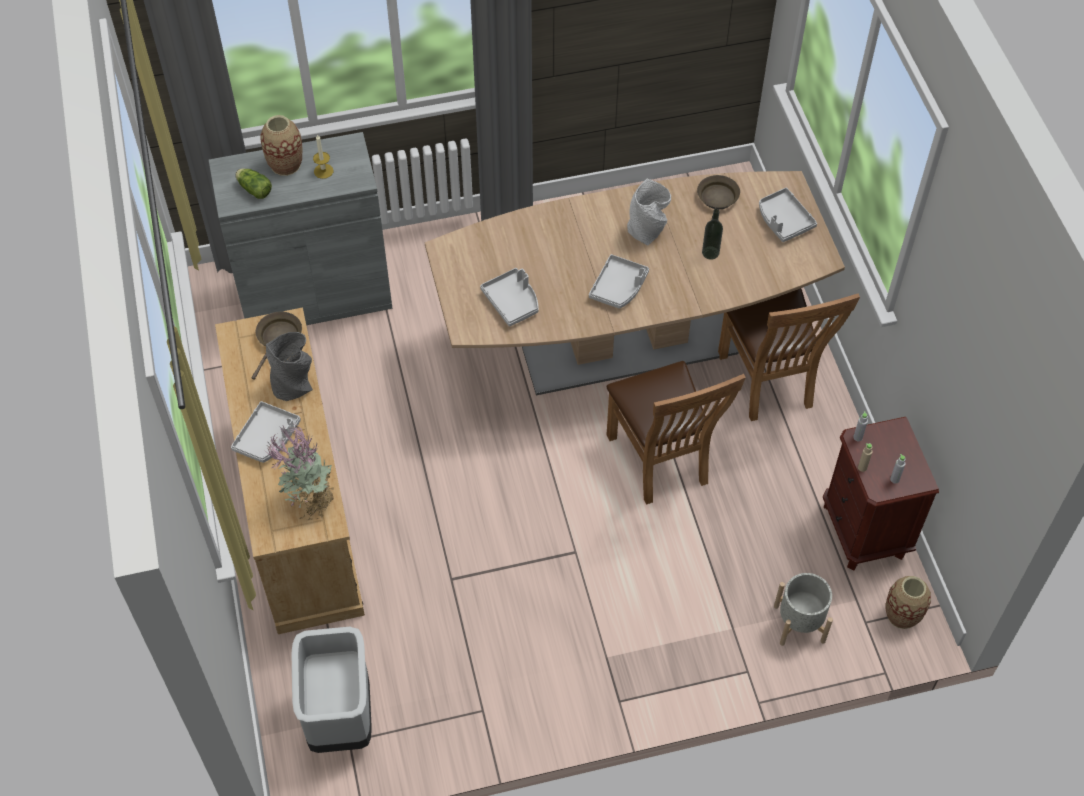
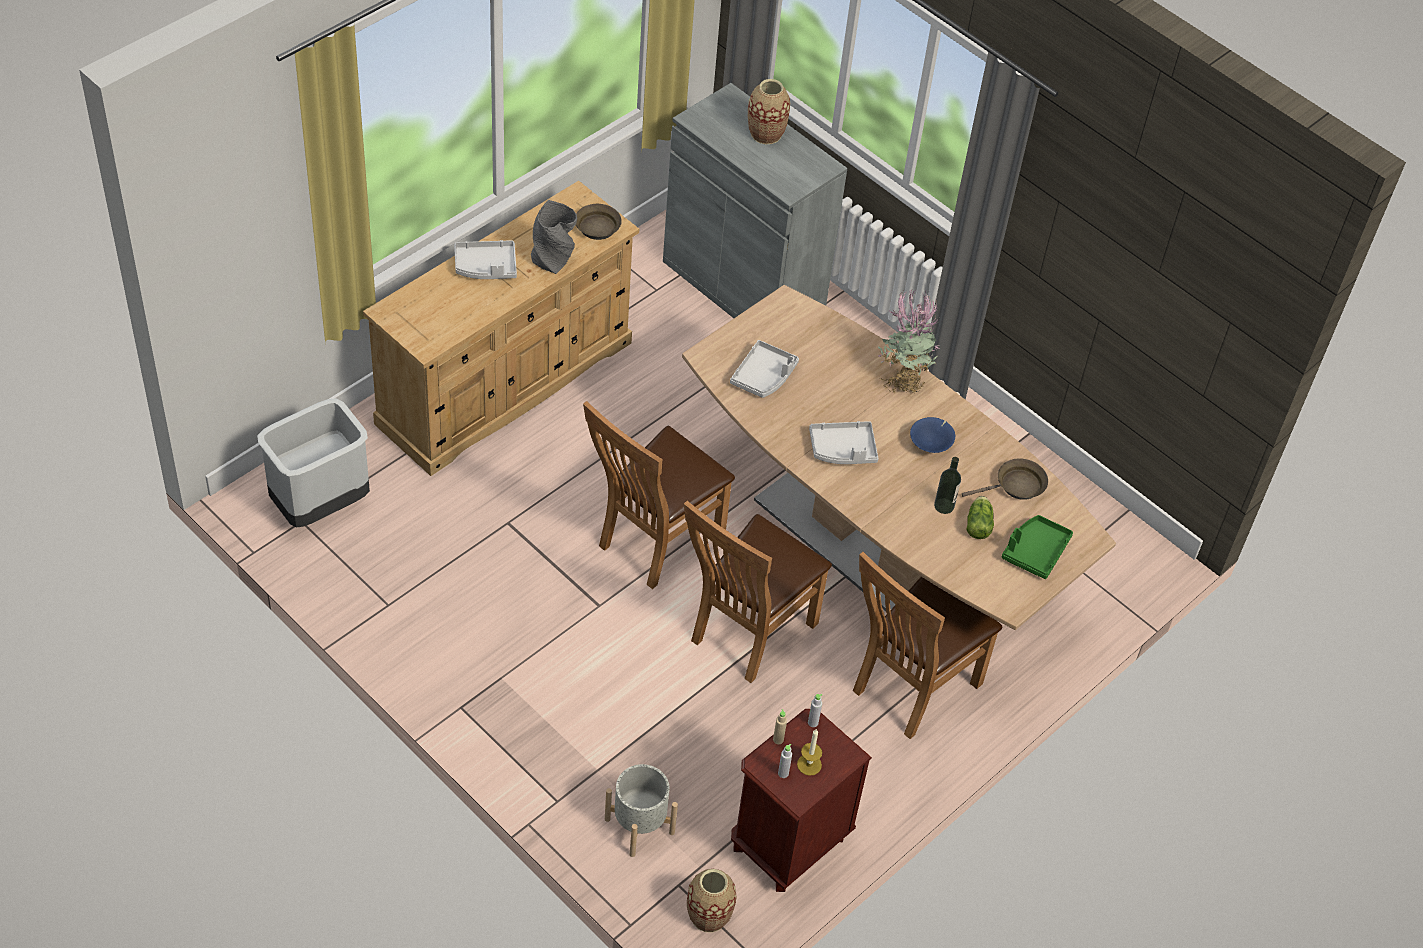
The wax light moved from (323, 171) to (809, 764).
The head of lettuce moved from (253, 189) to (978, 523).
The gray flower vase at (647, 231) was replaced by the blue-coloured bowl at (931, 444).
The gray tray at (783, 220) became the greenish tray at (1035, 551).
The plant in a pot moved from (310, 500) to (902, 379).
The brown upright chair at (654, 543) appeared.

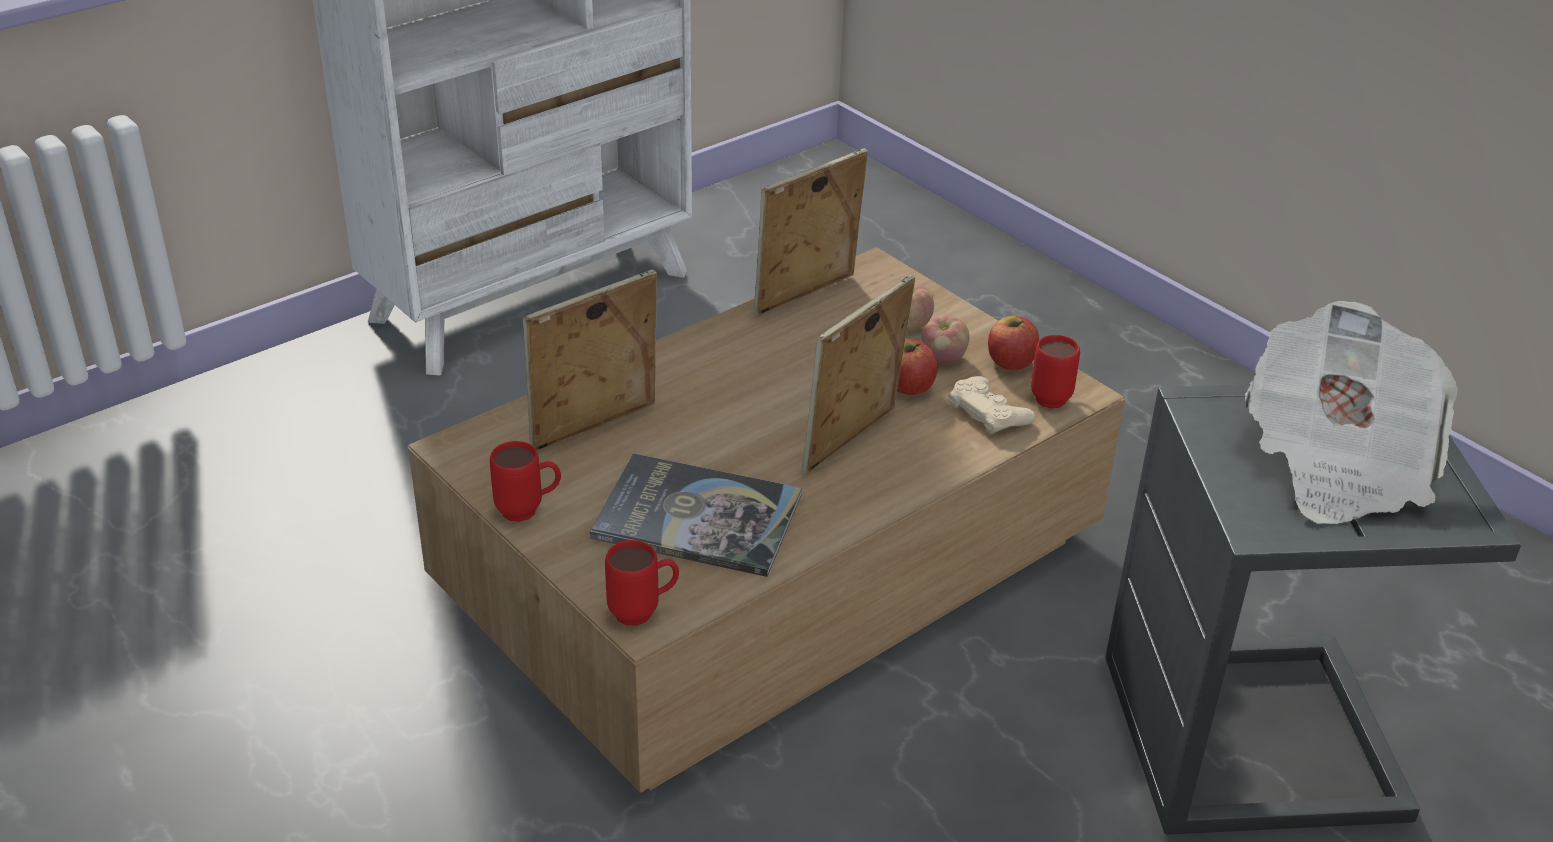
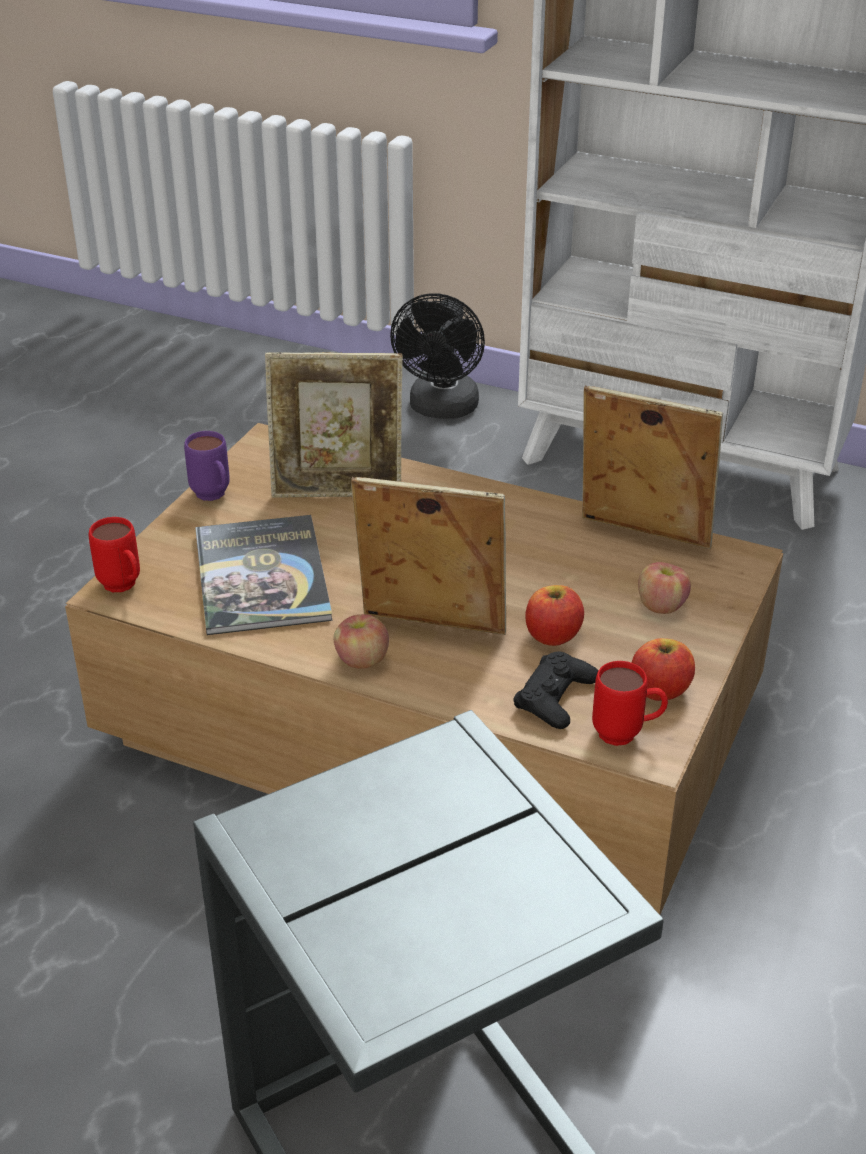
The picture frame at (595, 431) turned 150 degrees clockwise.
The newspaper at (1336, 461) disappeared.
The apple moved from (943, 358) to (361, 660).
The beige-coloured joypad at (989, 412) became the blackish joypad at (555, 697).
The reddish mug at (529, 511) became the purple mug at (214, 497).
The blackish electric fan at (442, 409) appeared.

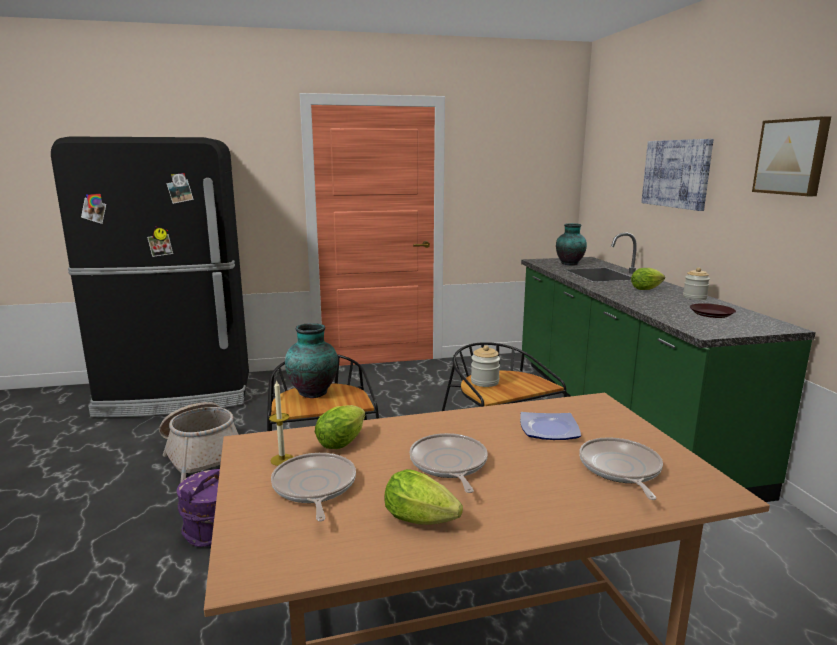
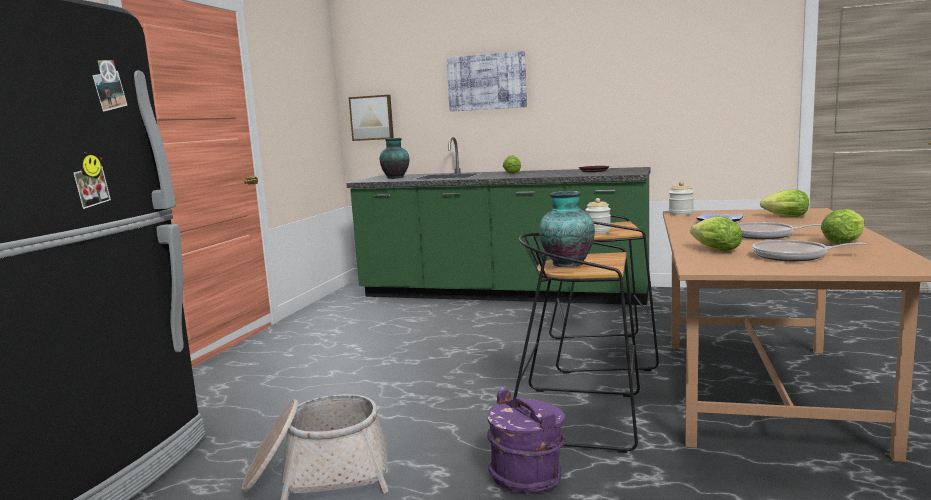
The wall picture moved from (792, 157) to (372, 118).
The jar moved from (694, 297) to (681, 213).
The wax light at (282, 460) disappeared.
The pan at (620, 469) was replaced by the head of lettuce at (783, 217).

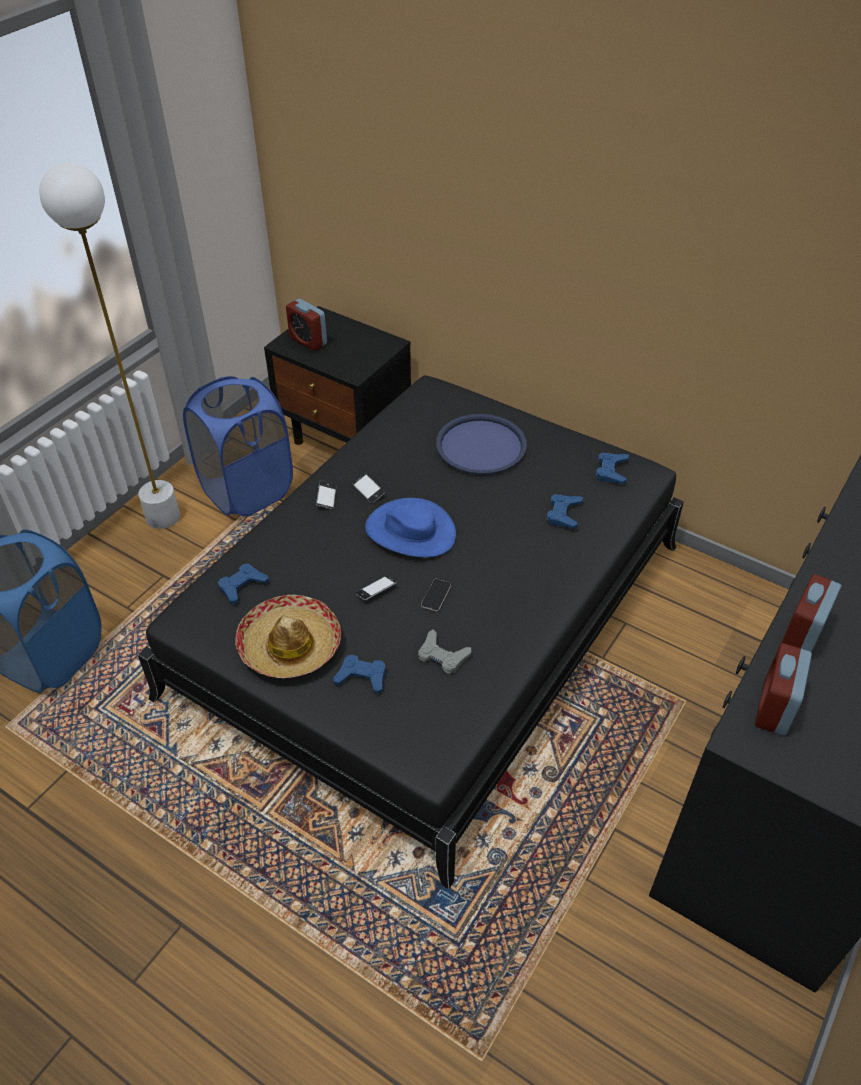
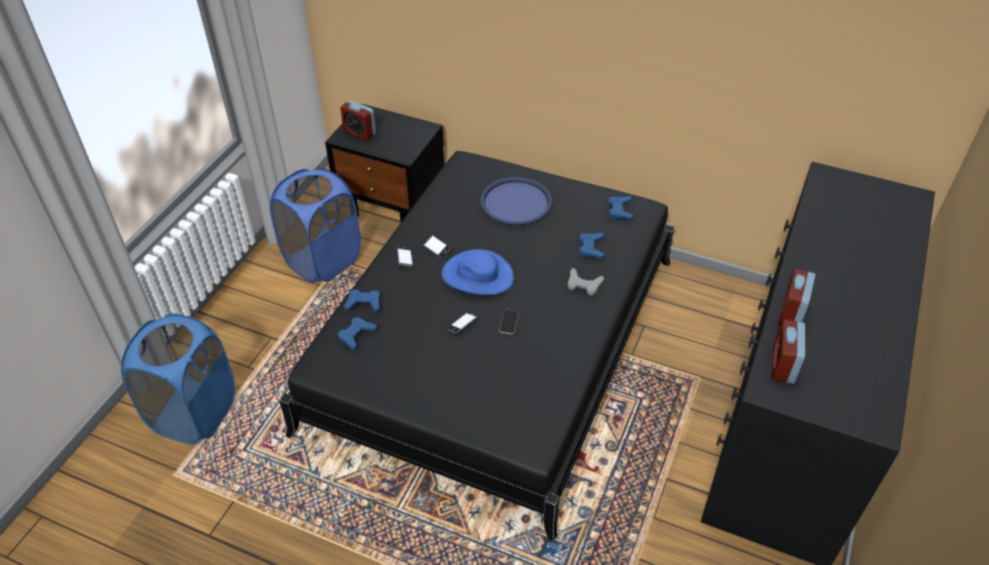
The white-coloured floor lamp at (163, 517) disappeared.
The clothing hat at (289, 645) disappeared.
The gray joypad moved from (442, 656) to (583, 285).
The blue-coloured joypad moved from (362, 677) to (363, 303).

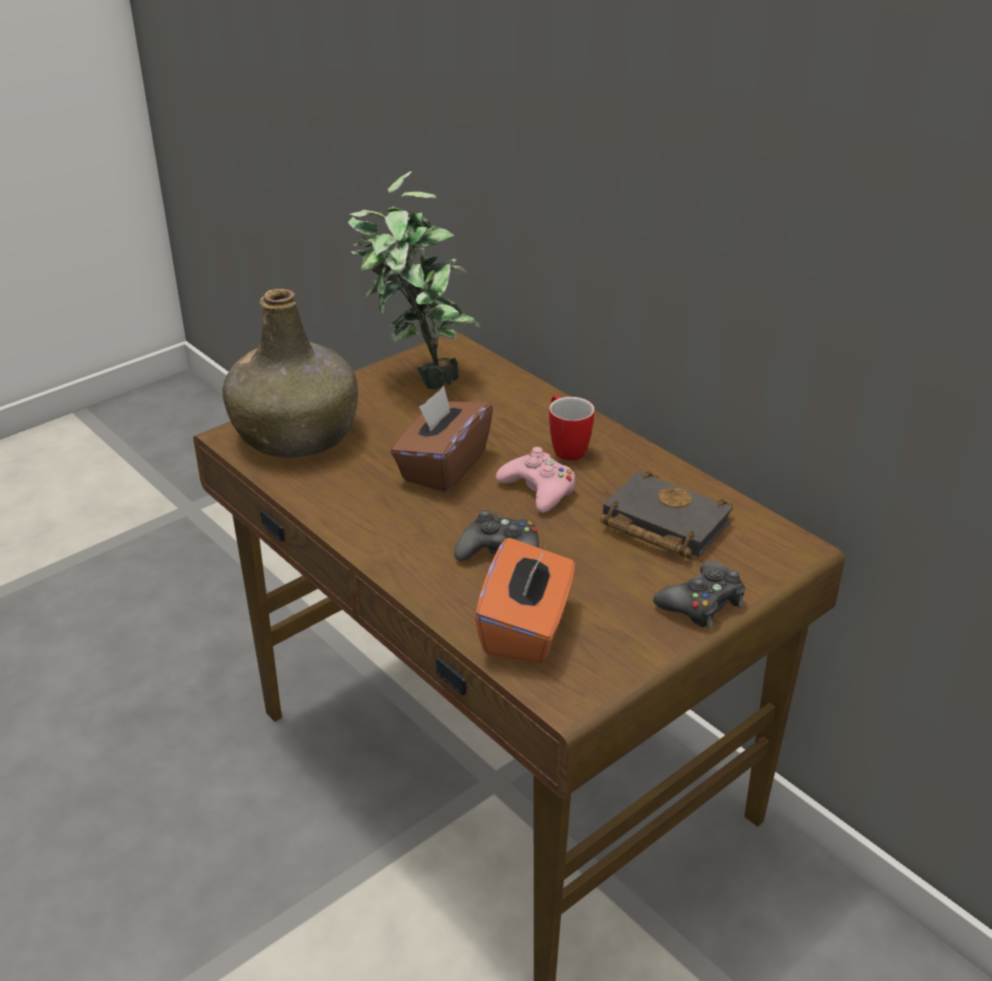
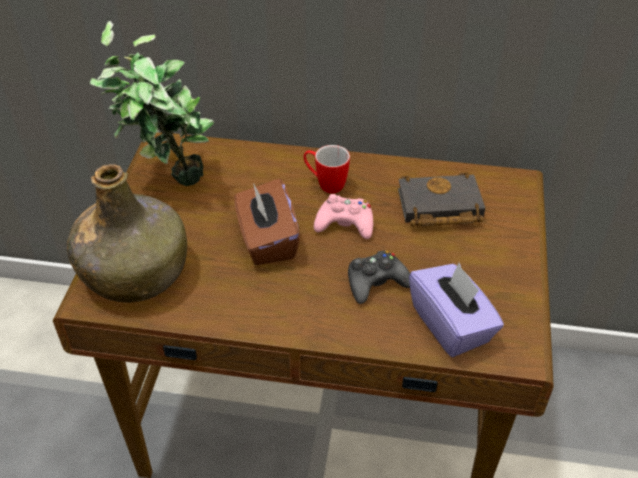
The orange-coloured tissue holder at (526, 629) became the purple tissue holder at (451, 325).
The blackish joypad at (702, 603) disappeared.

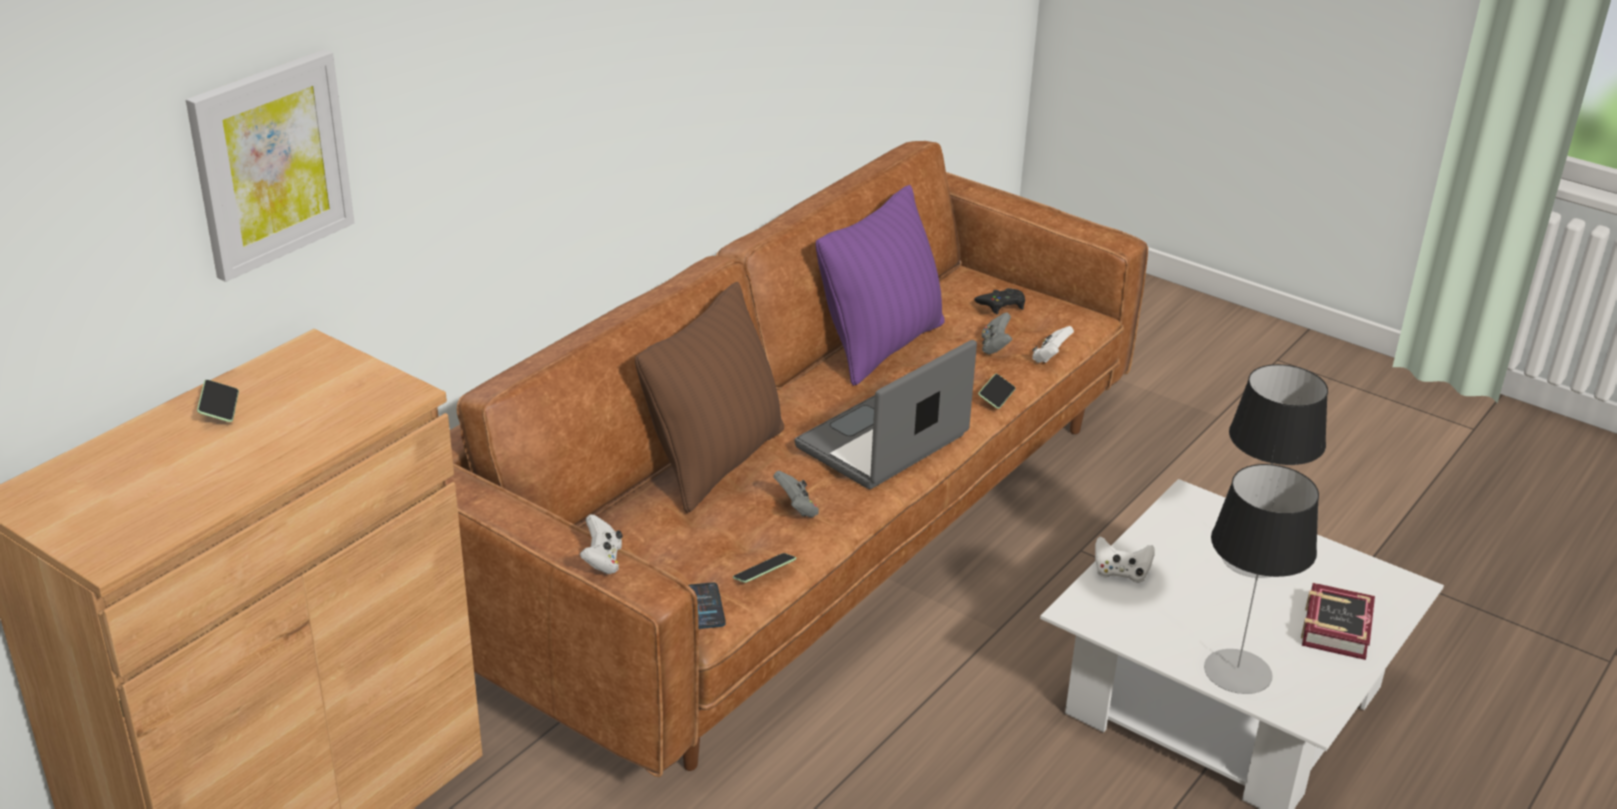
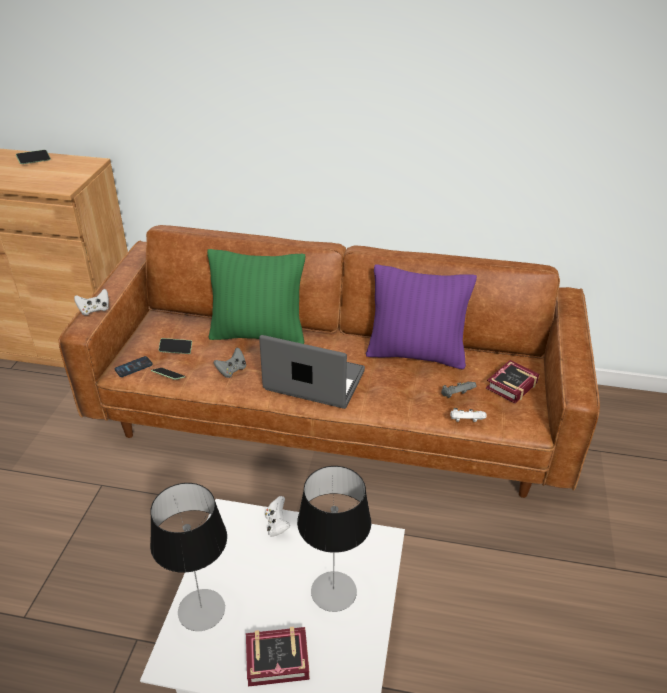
The wall picture at (270, 163) disappeared.
The brown throw pillow at (716, 463) became the greenish throw pillow at (258, 334).
The blackish joypad at (1001, 305) was replaced by the bound book at (509, 386).
The phone moved from (996, 397) to (176, 349).

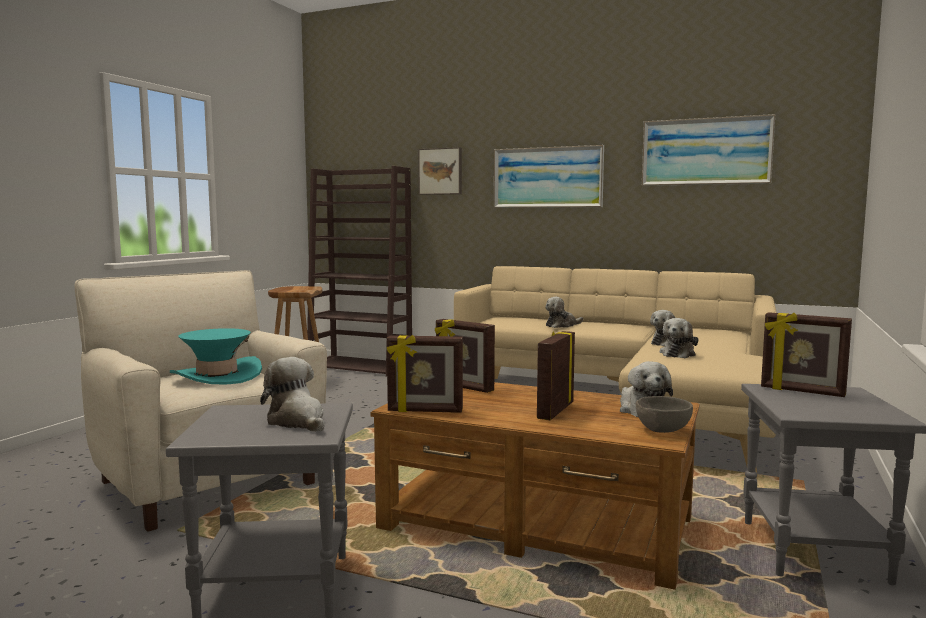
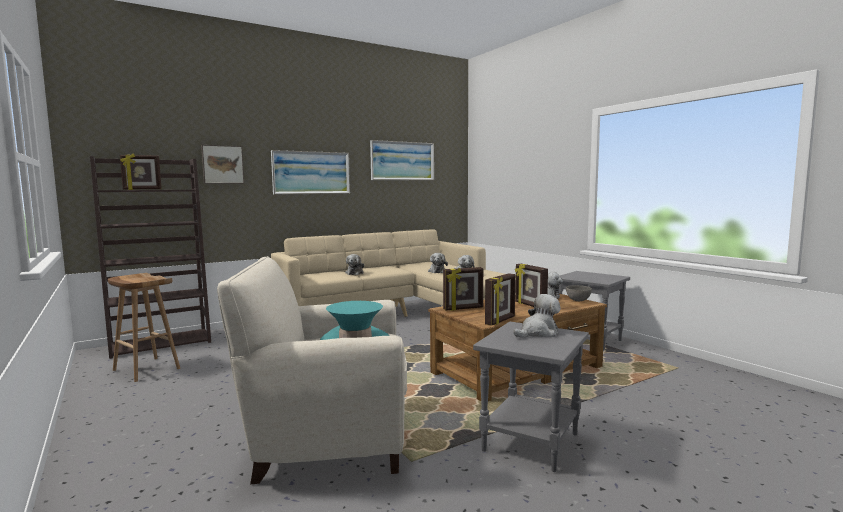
The picture frame moved from (802, 392) to (142, 189).
The plush toy at (297, 421) turned 150 degrees clockwise.

